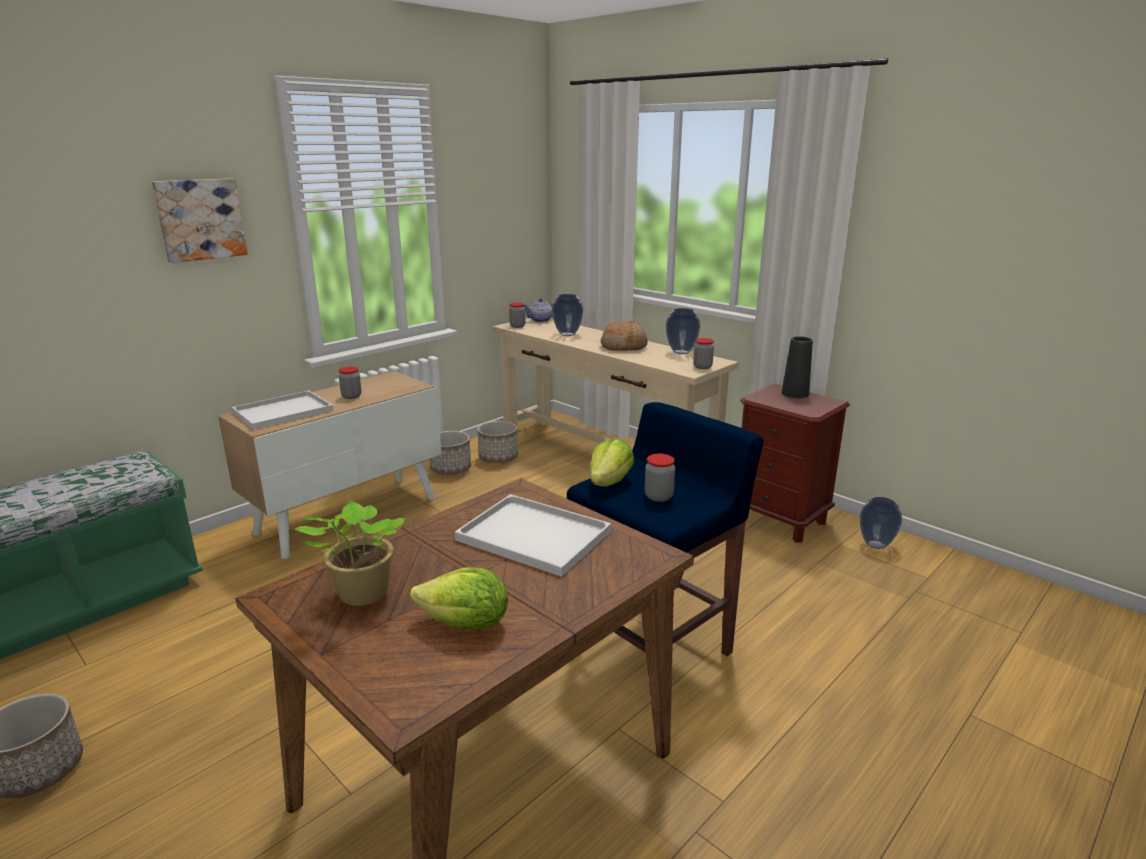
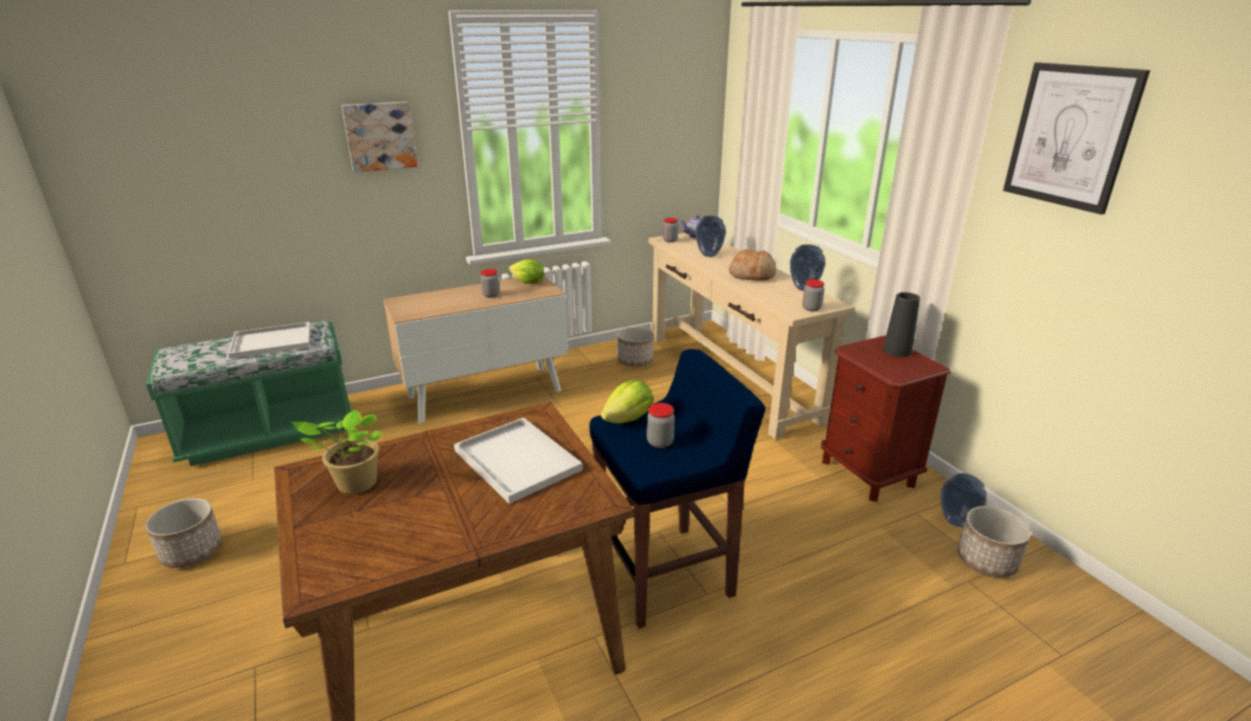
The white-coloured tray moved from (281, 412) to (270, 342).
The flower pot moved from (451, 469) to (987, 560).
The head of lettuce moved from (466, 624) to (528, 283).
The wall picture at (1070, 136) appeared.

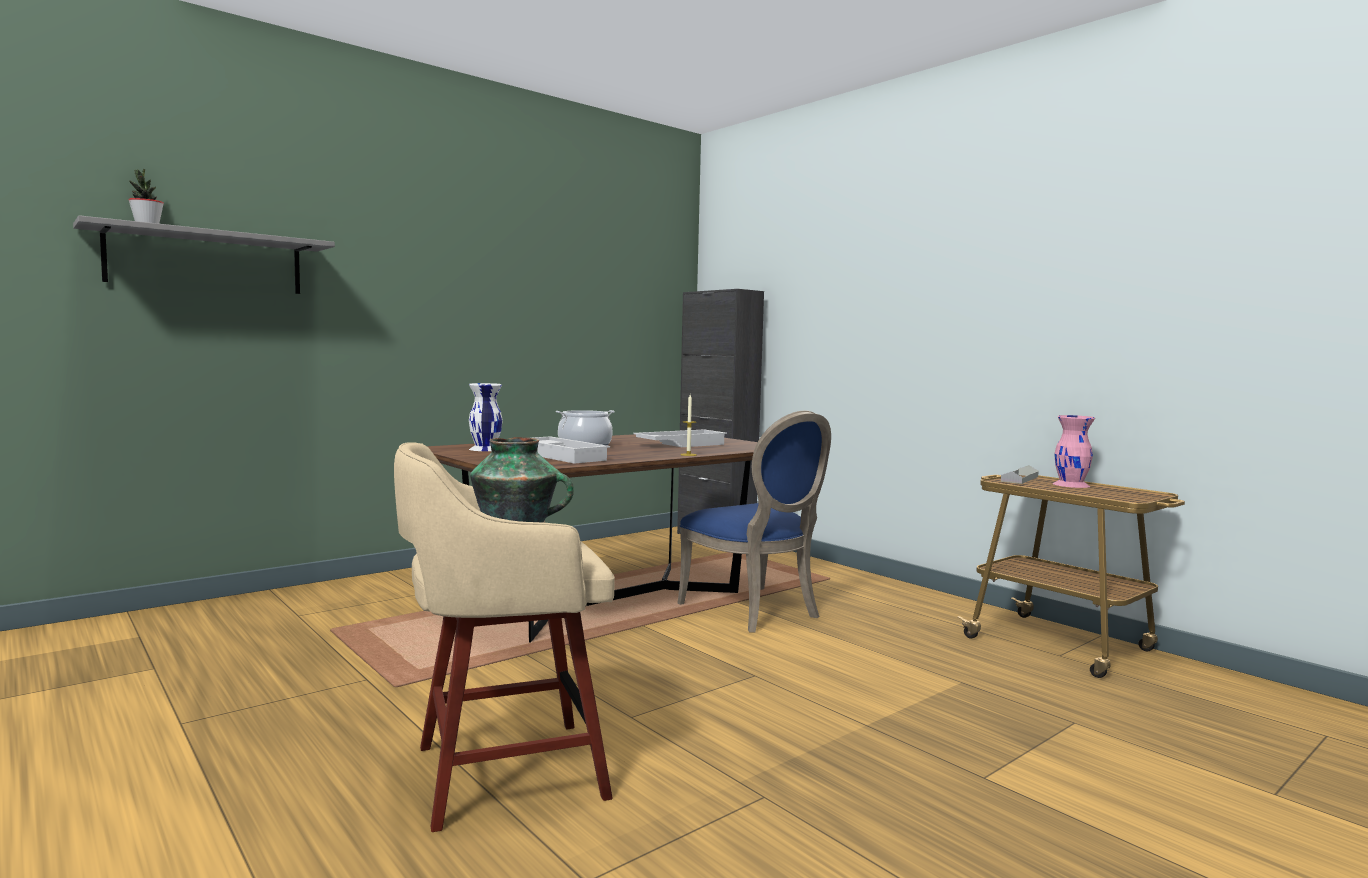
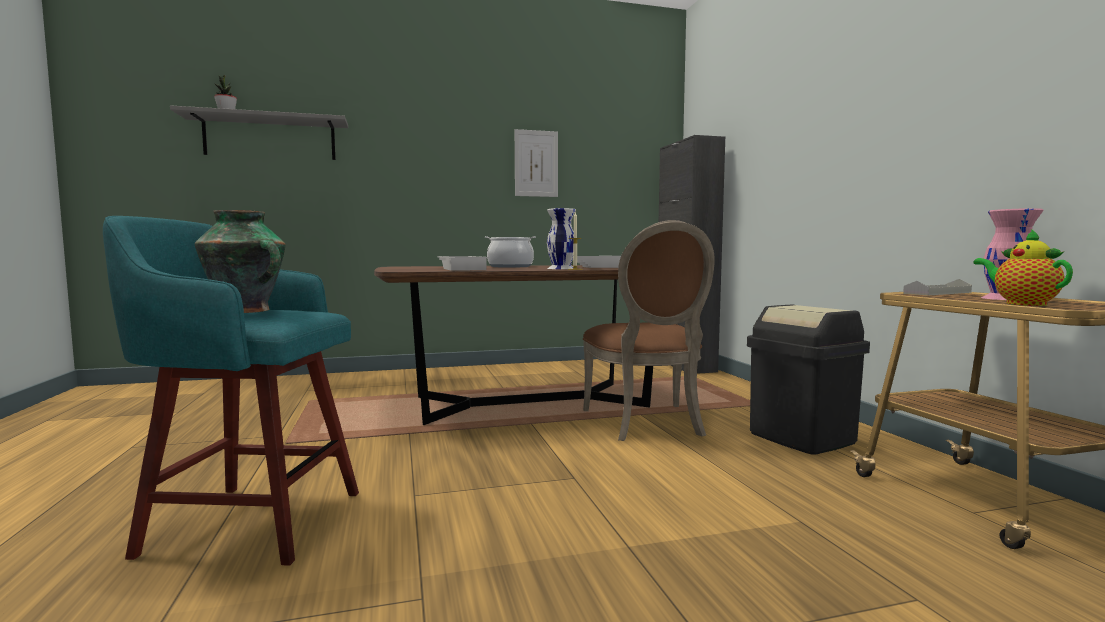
The white-coloured flower vase moved from (485, 449) to (560, 268).
The blue-coloured upright chair at (755, 611) became the brown upright chair at (647, 424).
The beige-coloured sitting stool at (502, 773) became the turquoise sitting stool at (249, 522).
The wall picture at (536, 163) appeared.
The tea pot at (1021, 304) appeared.
The blackish rubbish bin at (802, 438) appeared.

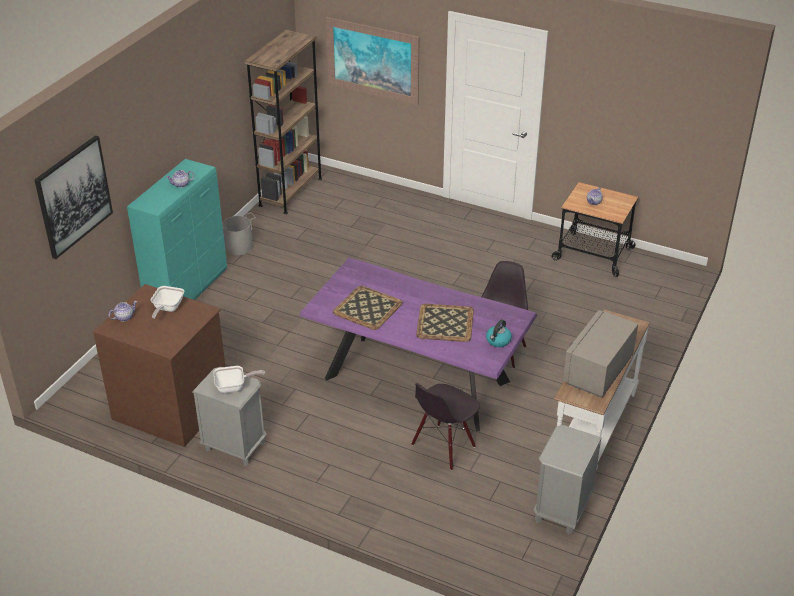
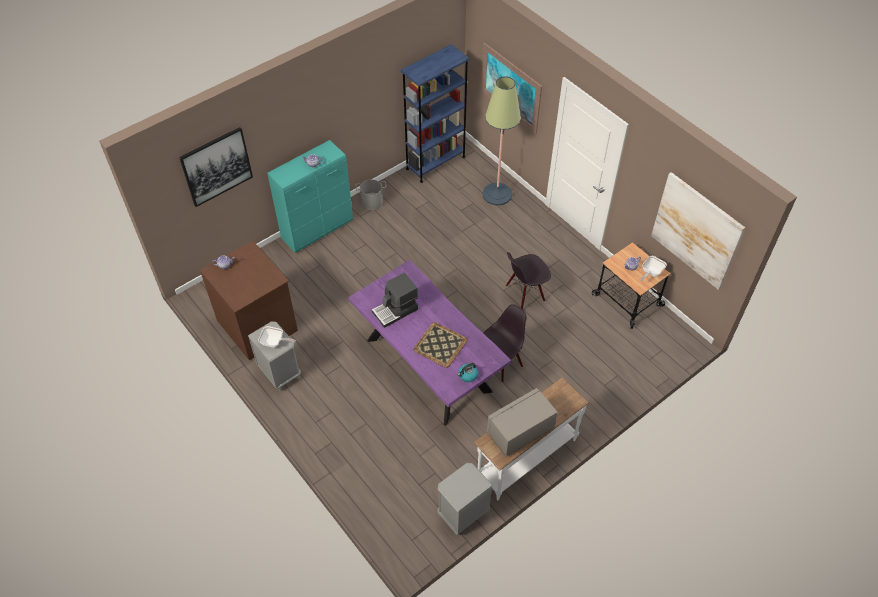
The brown shelving unit at (290, 192) became the blue-coloured shelving unit at (435, 163).
The pan moved from (167, 309) to (650, 272).
The tray at (368, 308) was replaced by the coffee machine at (395, 311).
The blackish upright chair moved from (443, 446) to (525, 294).
The floor lamp at (497, 194) appeared.
The wall picture at (696, 231) appeared.

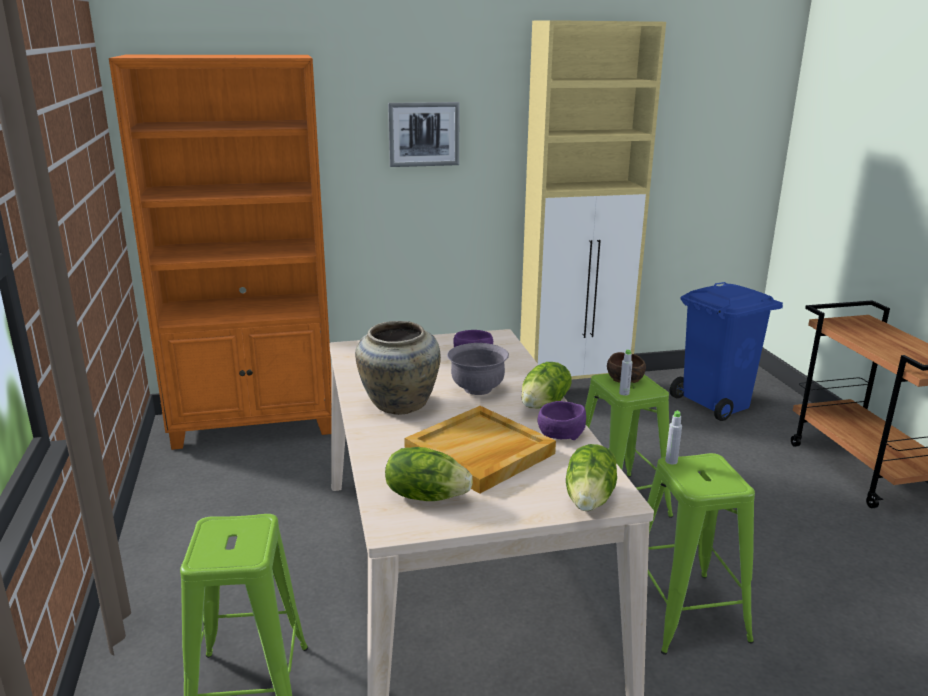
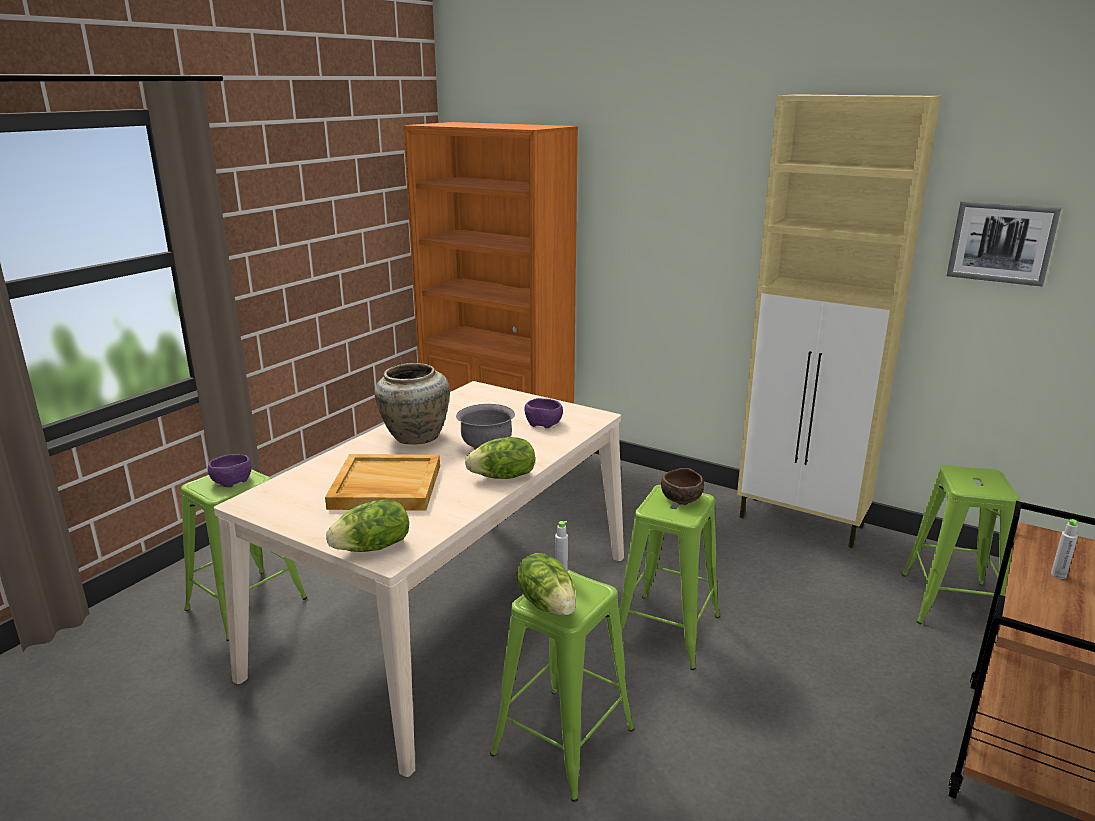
The wall picture moved from (423, 134) to (1001, 242).
The blue-coloured rubbish bin at (716, 403) was replaced by the greenish sitting stool at (951, 602).
The gray beverage bottle moved from (624, 393) to (1058, 575).
The purple bowl moved from (559, 434) to (231, 480).
The head of lettuce moved from (426, 496) to (547, 604).

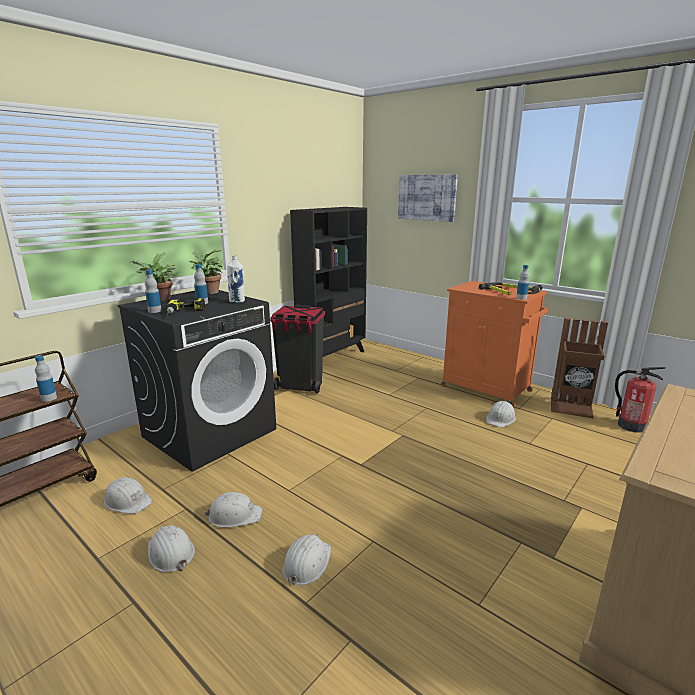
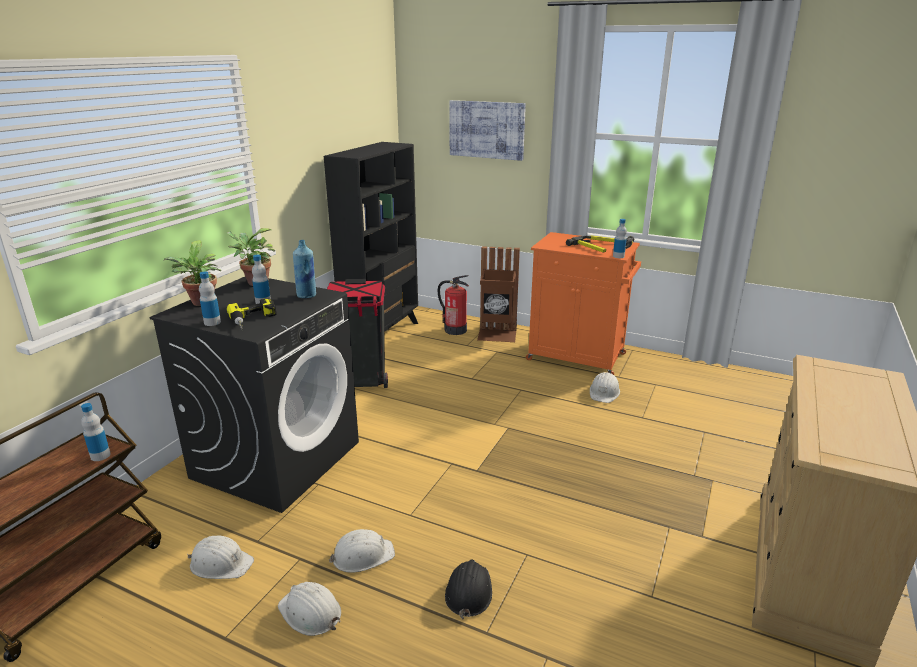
The white-coloured beverage bottle at (237, 301) became the blue-coloured beverage bottle at (307, 296).
The brown rubbish bin moved from (571, 408) to (497, 335).
The extinguisher moved from (631, 426) to (455, 330).
The white-coloured safety helmet at (306, 563) became the blackish safety helmet at (468, 592).

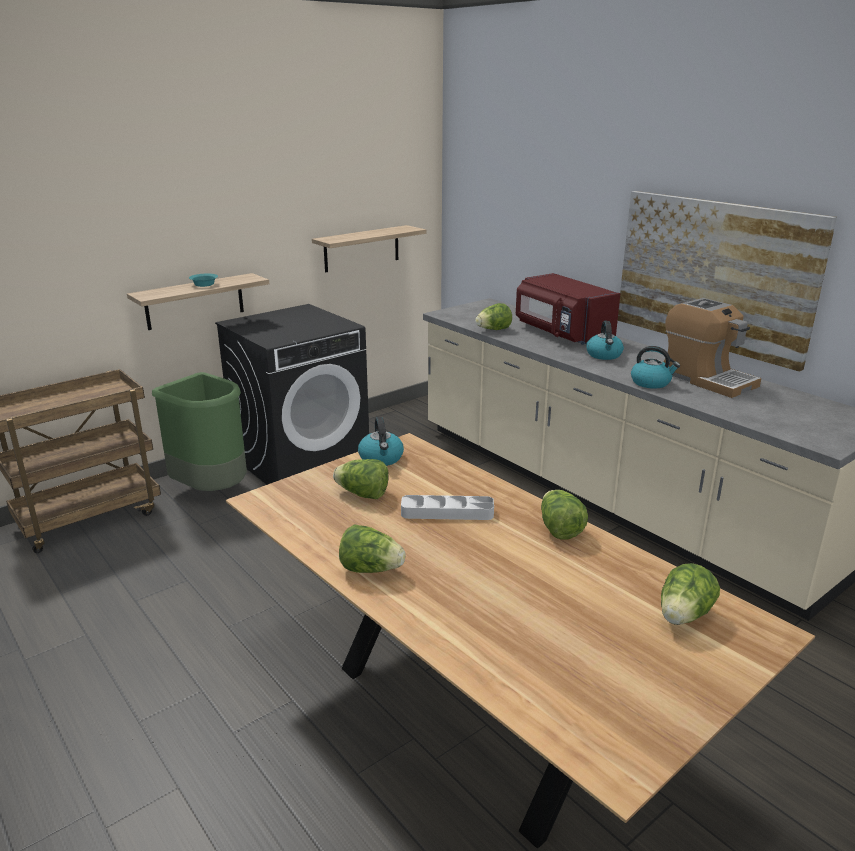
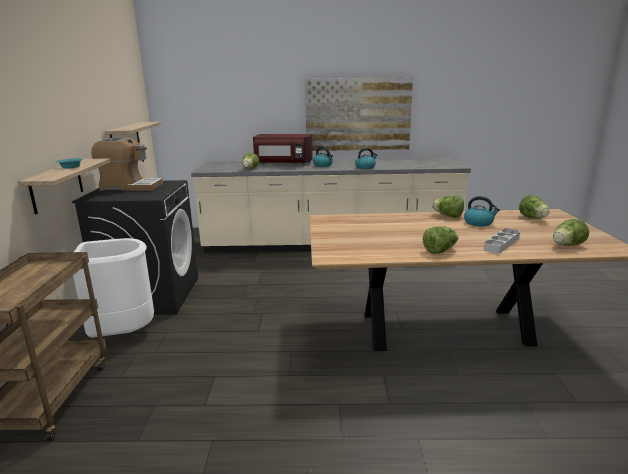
The coffee machine moved from (706, 379) to (130, 187).
The greenish rubbish bin at (212, 489) became the white-coloured rubbish bin at (122, 334).
The tea kettle moved from (381, 458) to (479, 223).
The head of lettuce moved from (363, 494) to (567, 245).
The gray tray moved from (447, 512) to (502, 243).

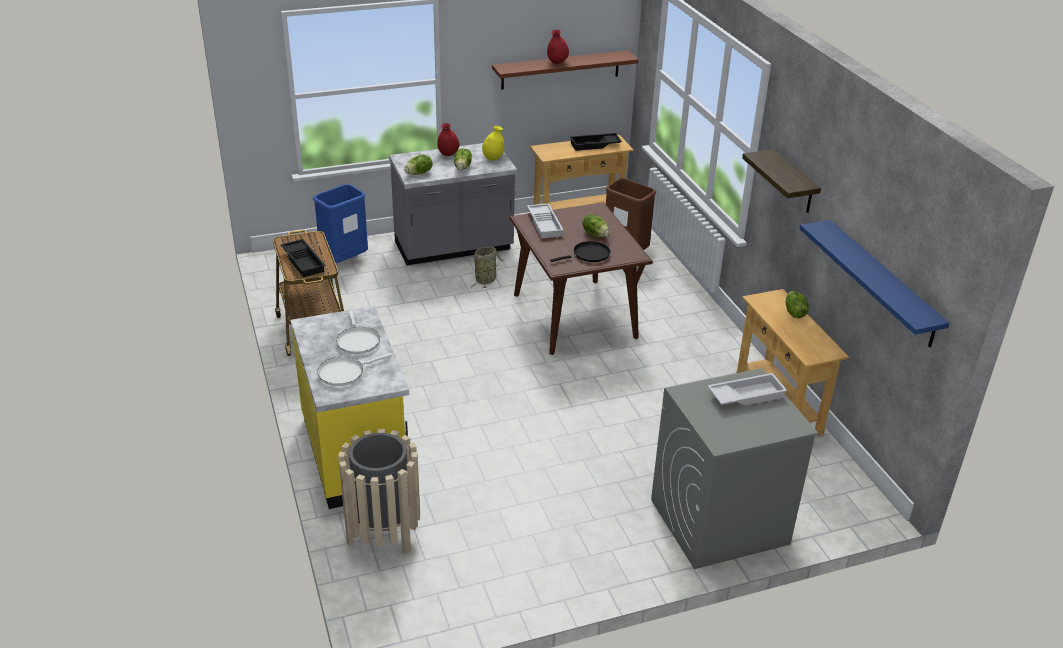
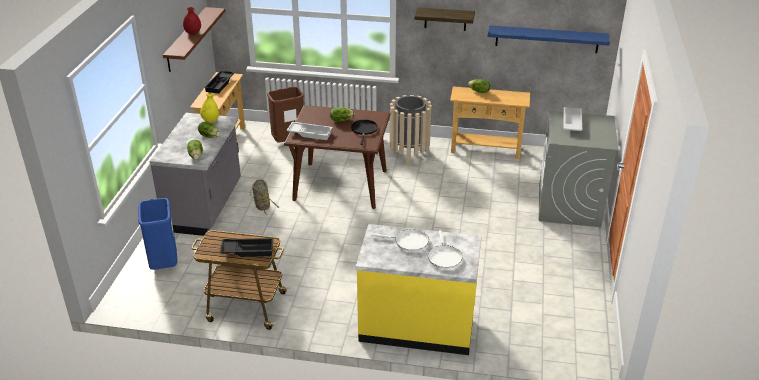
The reddish flower vase at (448, 154) disappeared.
The beige-coloured rubbish bin moved from (383, 533) to (409, 154).

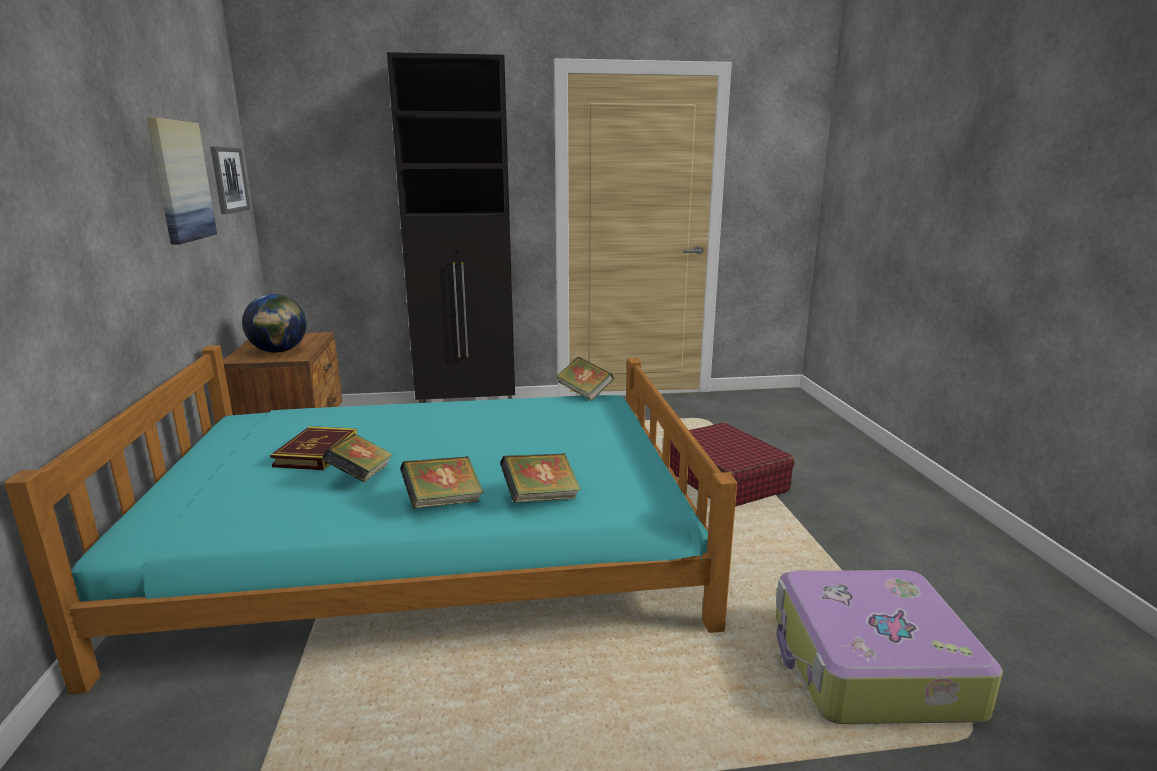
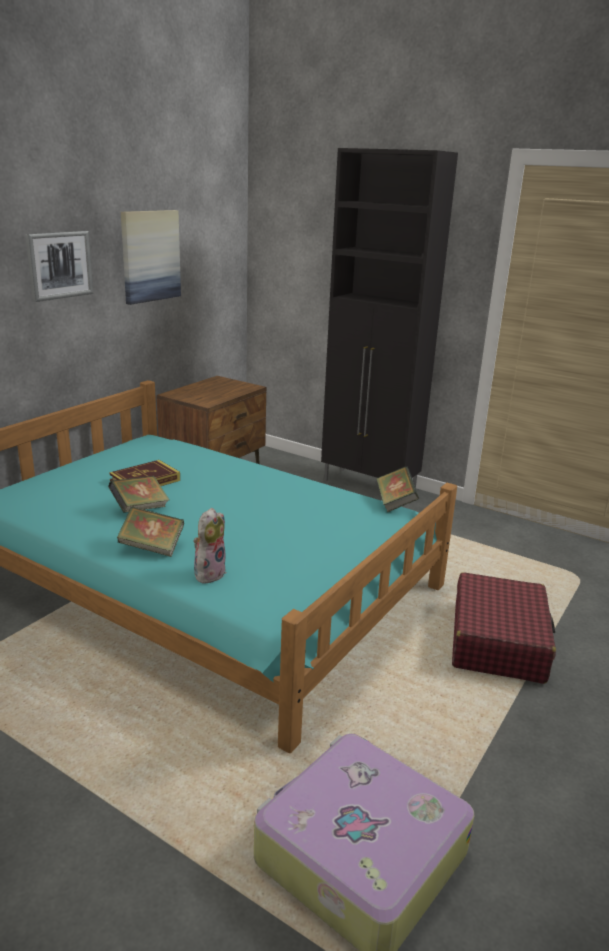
The wall picture moved from (228, 180) to (59, 265).
The globe at (279, 351) disappeared.
The bound book at (541, 498) was replaced by the plush toy at (209, 573).

